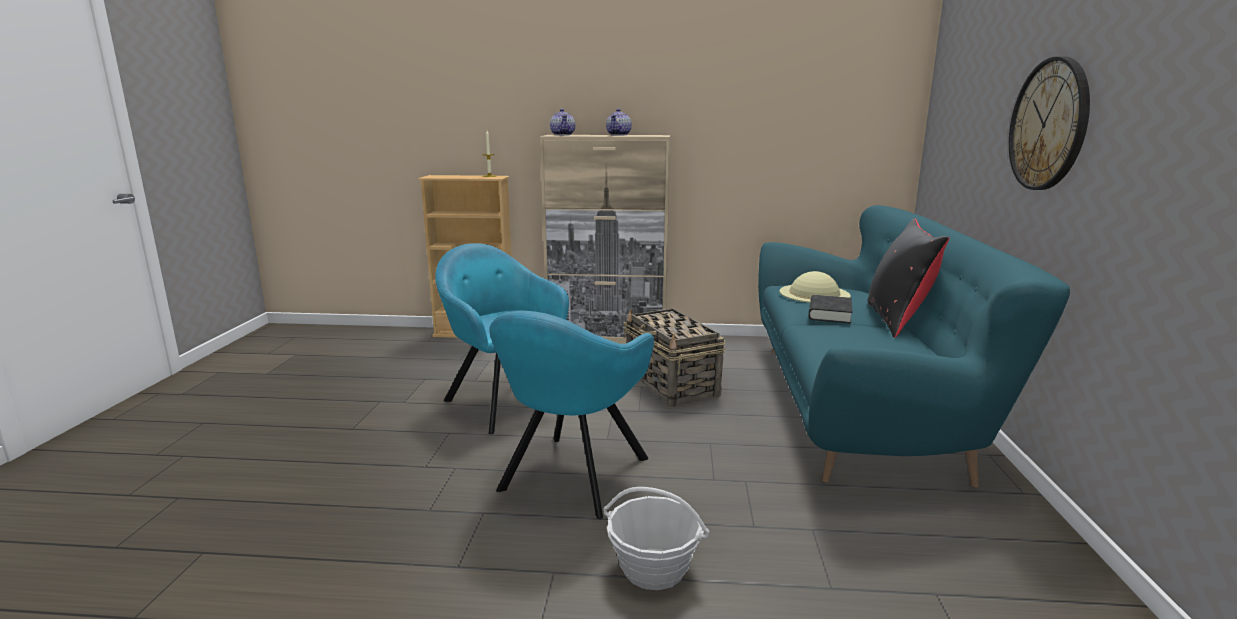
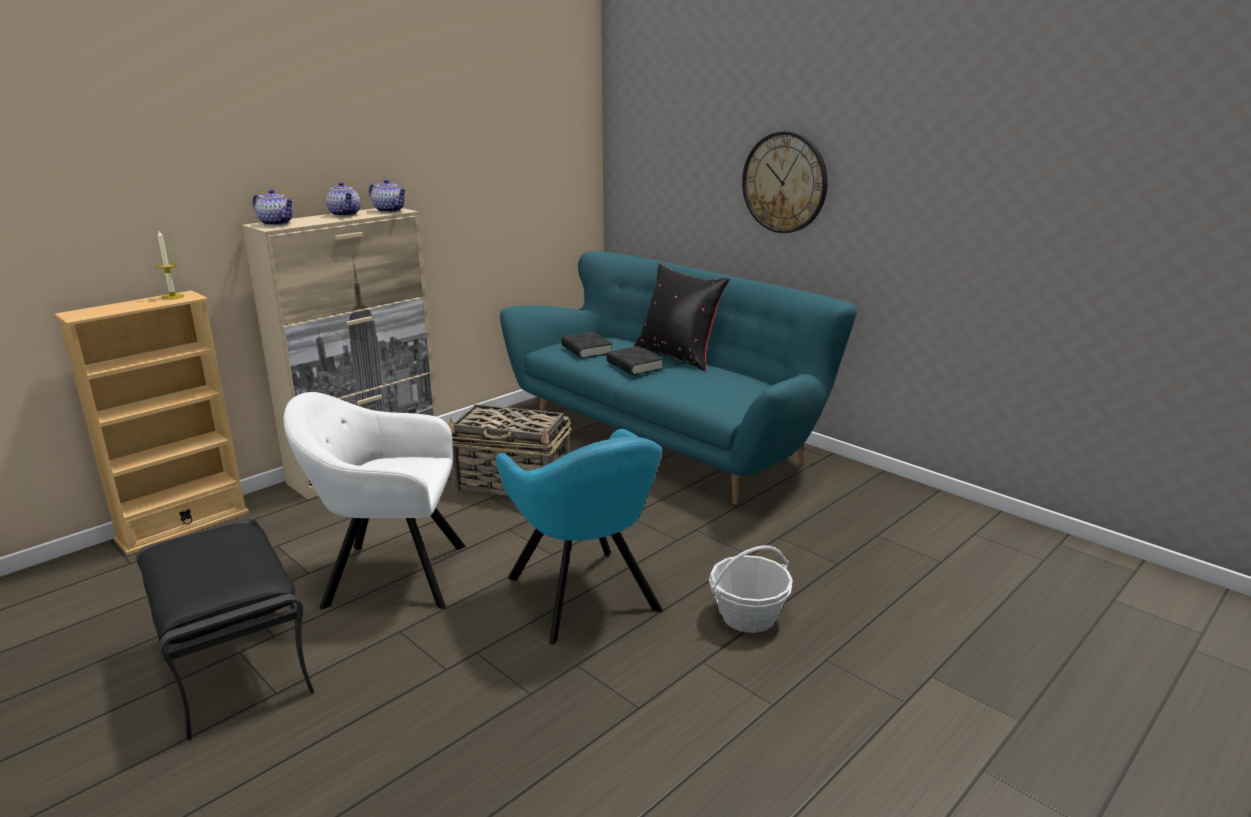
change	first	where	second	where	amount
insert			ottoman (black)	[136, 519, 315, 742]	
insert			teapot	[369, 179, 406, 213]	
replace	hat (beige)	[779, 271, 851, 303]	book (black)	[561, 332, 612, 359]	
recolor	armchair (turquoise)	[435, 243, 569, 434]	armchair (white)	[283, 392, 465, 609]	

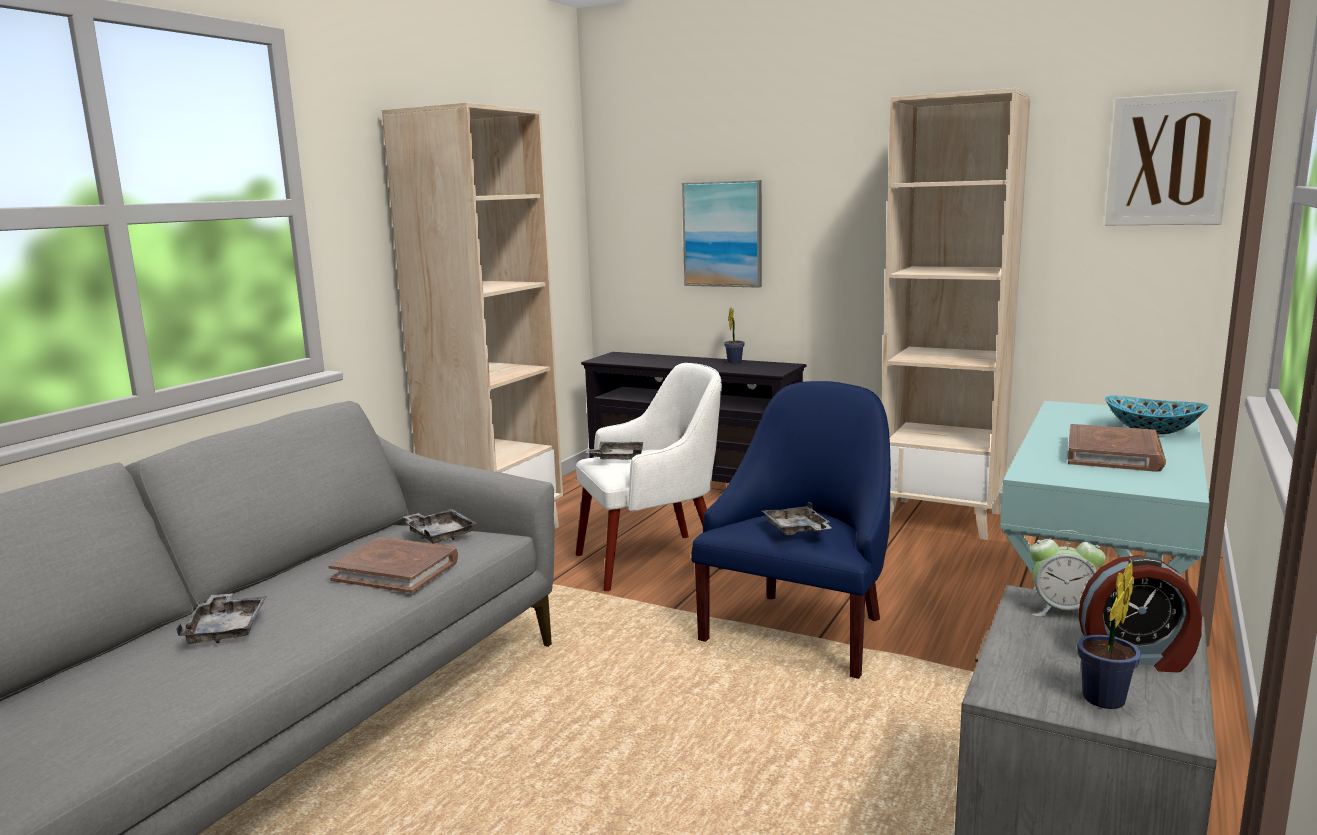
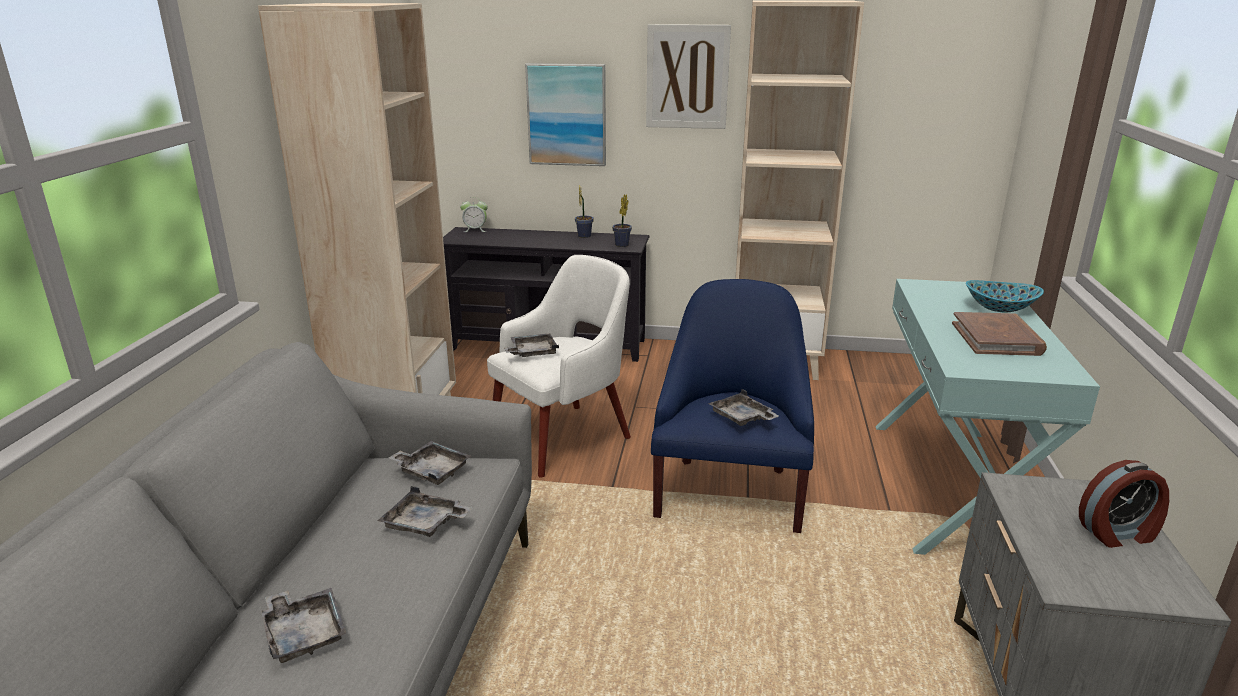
change	first	where	second	where	amount
move	alarm clock	[1030, 530, 1106, 617]		[460, 197, 488, 232]	
move	potted plant	[1077, 561, 1141, 709]		[612, 194, 632, 247]	
move	picture	[1105, 90, 1237, 225]		[646, 24, 731, 129]	
replace	book (brown)	[328, 537, 458, 593]	tray (grey)	[377, 486, 472, 537]	

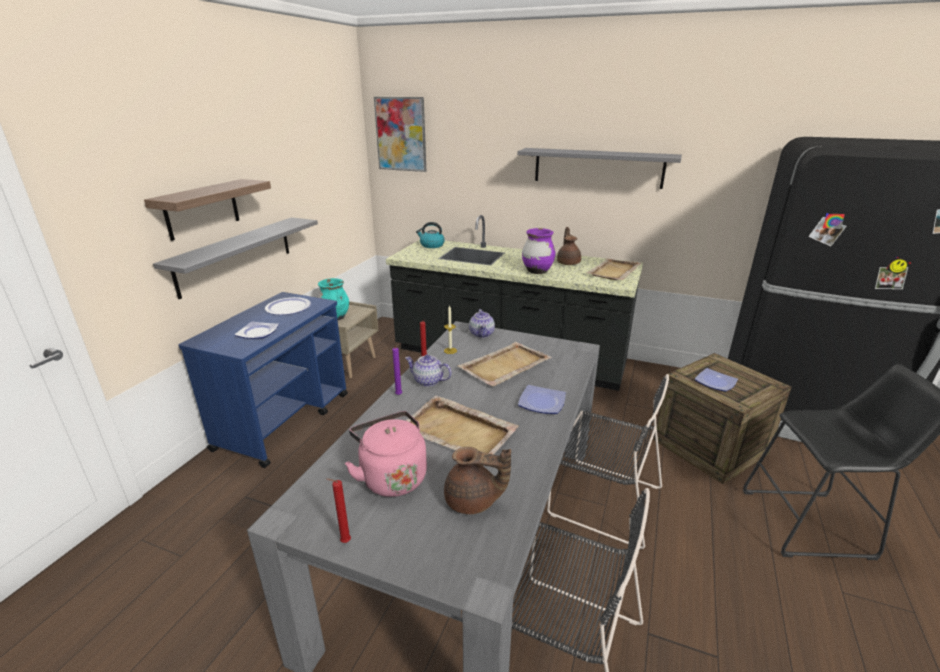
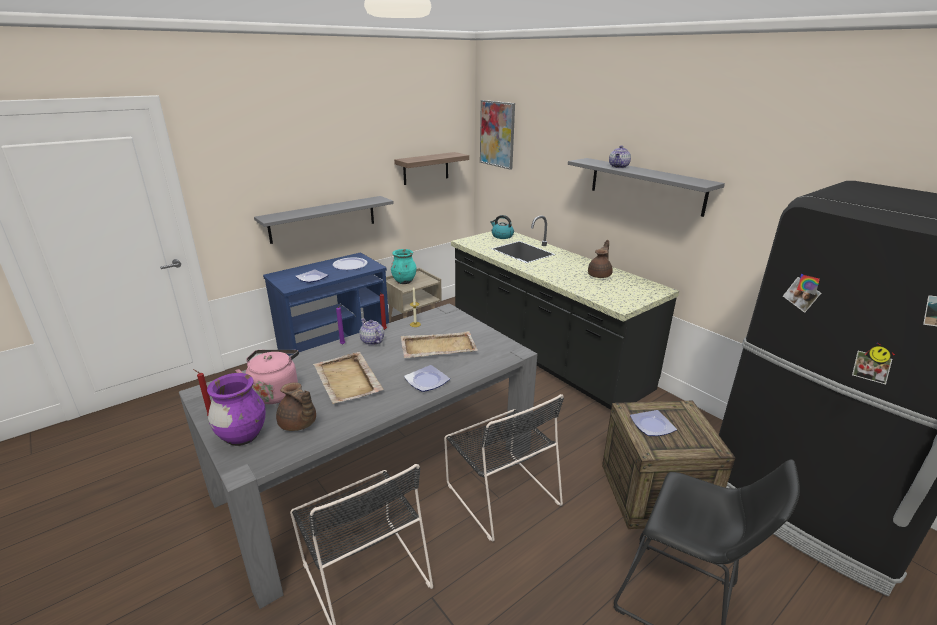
change	first	where	second	where	amount
delete	tray (beige)	[586, 258, 642, 280]			
move	shelf	[144, 179, 271, 241]		[394, 152, 469, 185]	
move	teapot	[469, 309, 495, 338]		[609, 145, 631, 168]	
move	vase (purple)	[522, 228, 556, 274]		[207, 373, 265, 446]	

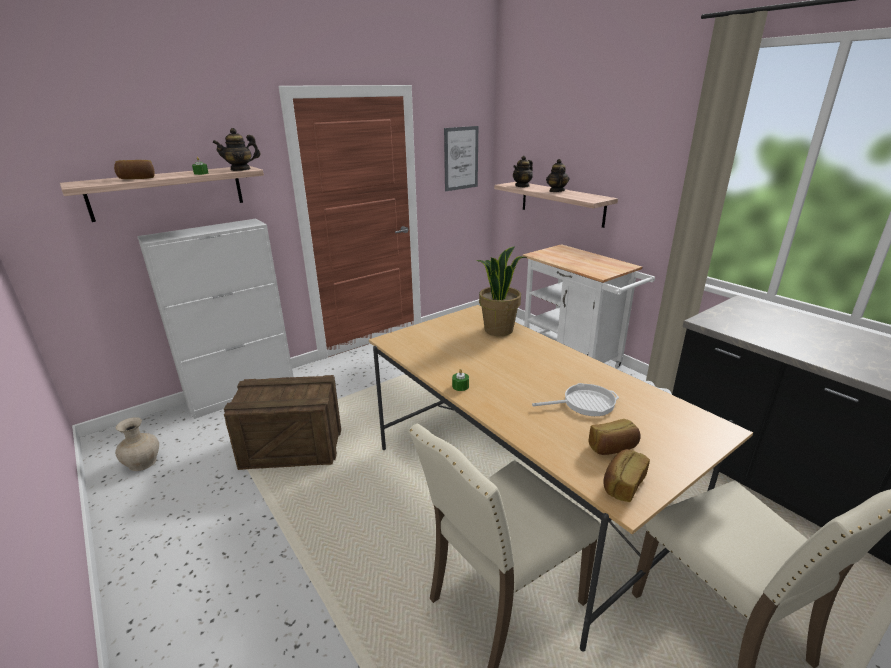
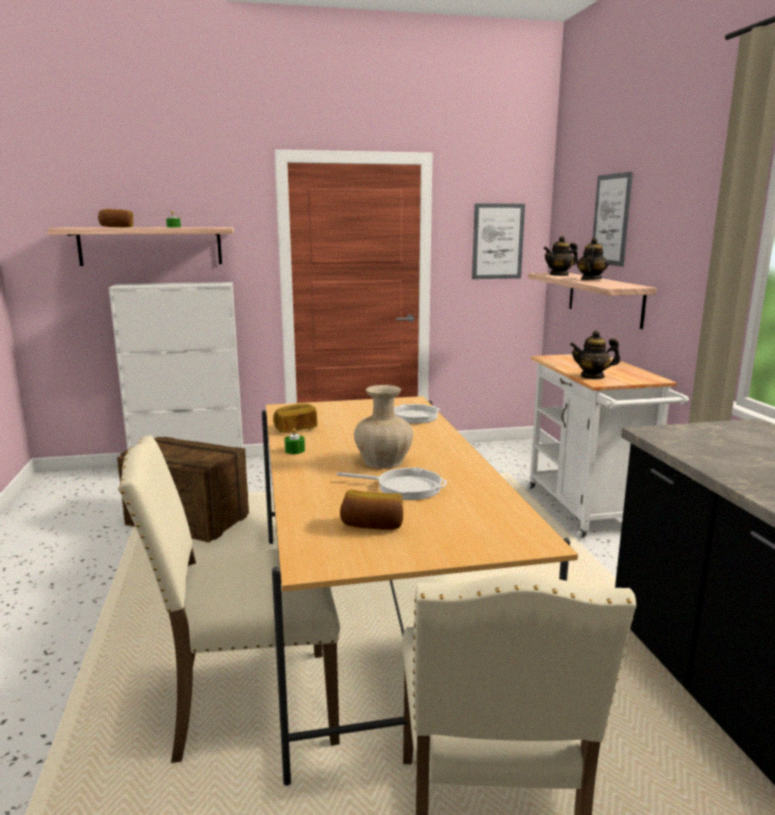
change	first	where	second	where	amount
insert			picture	[593, 172, 633, 267]	
move	vase (beige)	[115, 417, 159, 471]		[354, 385, 413, 469]	
move	teapot	[212, 128, 260, 171]		[570, 330, 620, 379]	
move	bread	[603, 449, 650, 502]		[273, 404, 317, 433]	
replace	potted plant	[476, 246, 527, 336]	frying pan	[363, 404, 440, 424]	

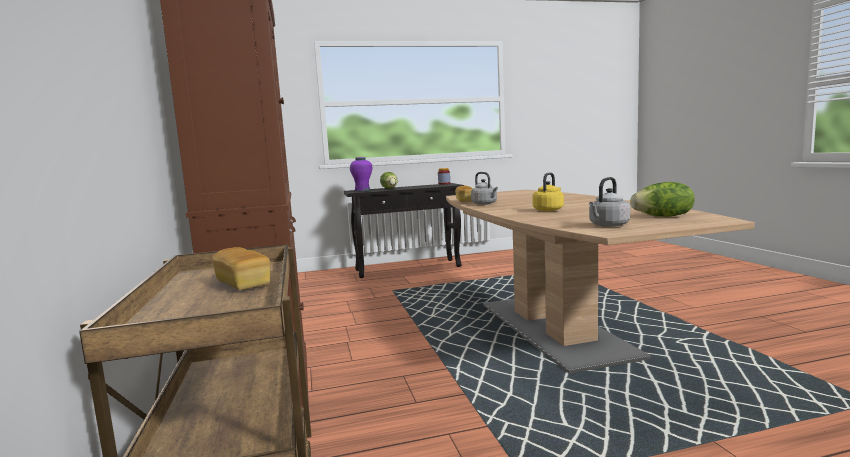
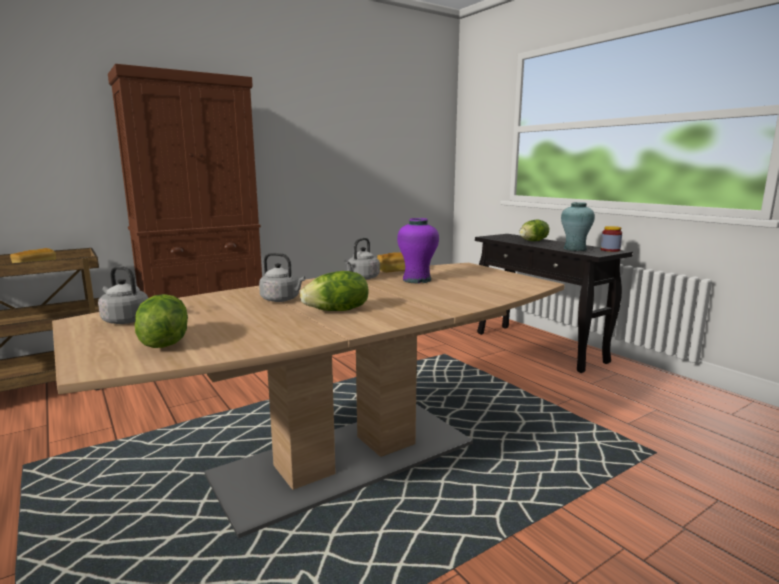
change	first	where	second	where	amount
insert			lettuce	[300, 271, 369, 311]	
insert			vase (turquoise)	[561, 202, 595, 251]	
move	vase (purple)	[350, 157, 372, 192]		[397, 218, 439, 284]	
recolor	kettle (yellow)	[532, 173, 564, 211]	kettle (grey)	[259, 253, 305, 302]	

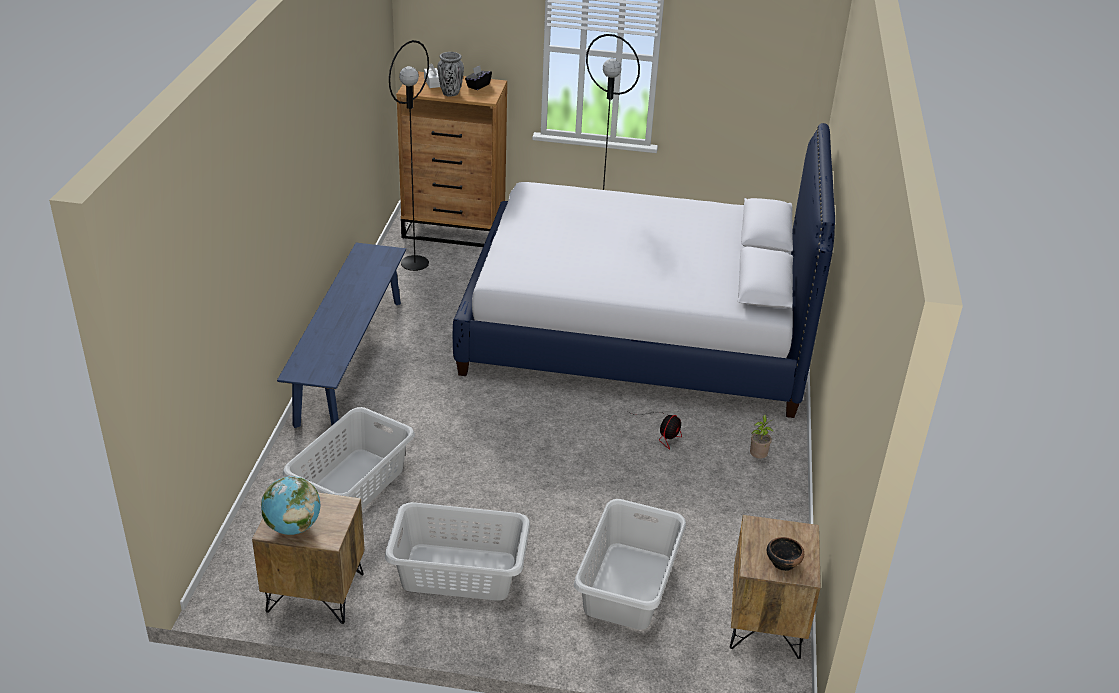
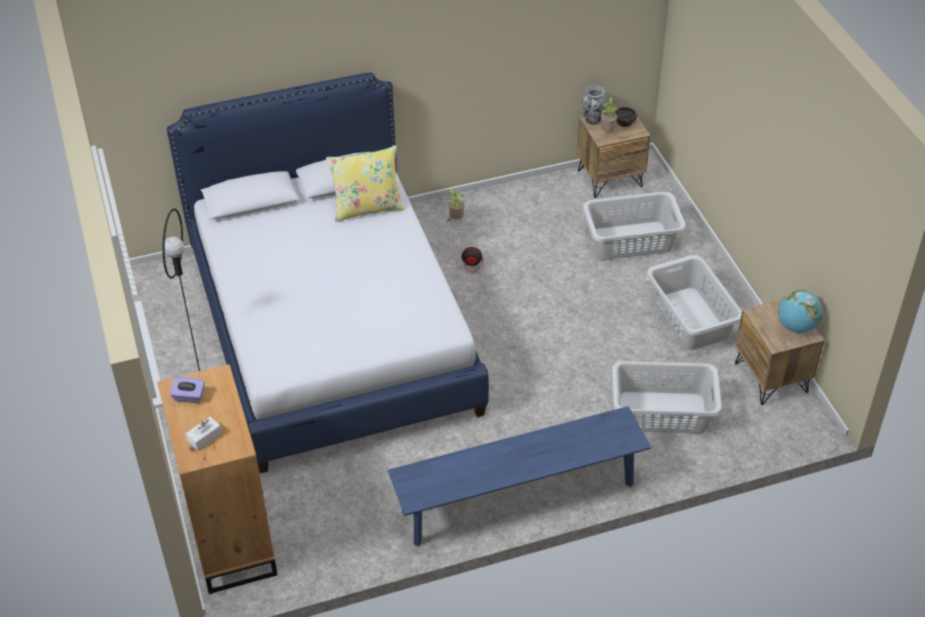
change	first	where	second	where	amount
delete	floor lamp (black)	[389, 40, 429, 271]			
insert			pillow (yellow)	[326, 145, 404, 222]	
insert			potted plant	[601, 97, 618, 132]	
move	vase	[437, 52, 464, 97]		[582, 85, 606, 125]	
recolor	tissue box (black)	[465, 65, 492, 90]	tissue box (purple)	[170, 377, 205, 403]	

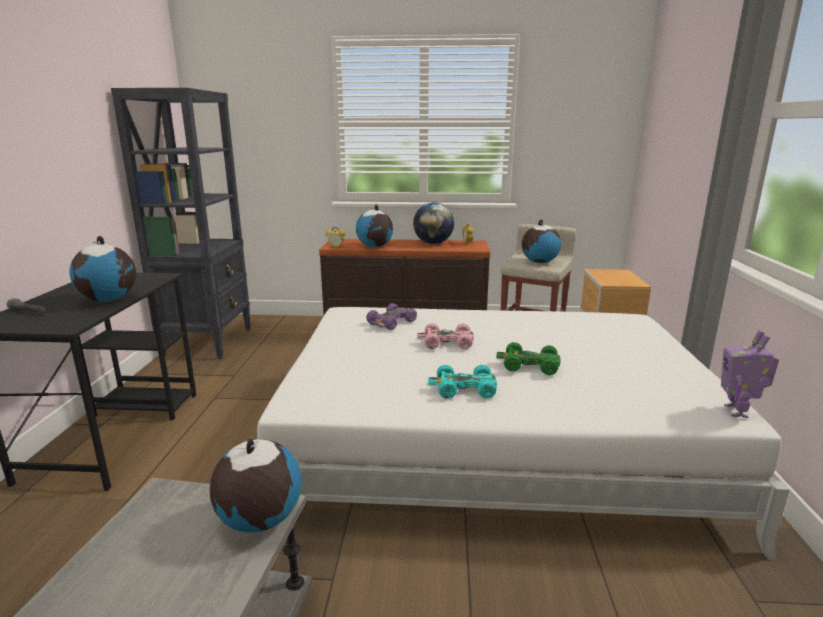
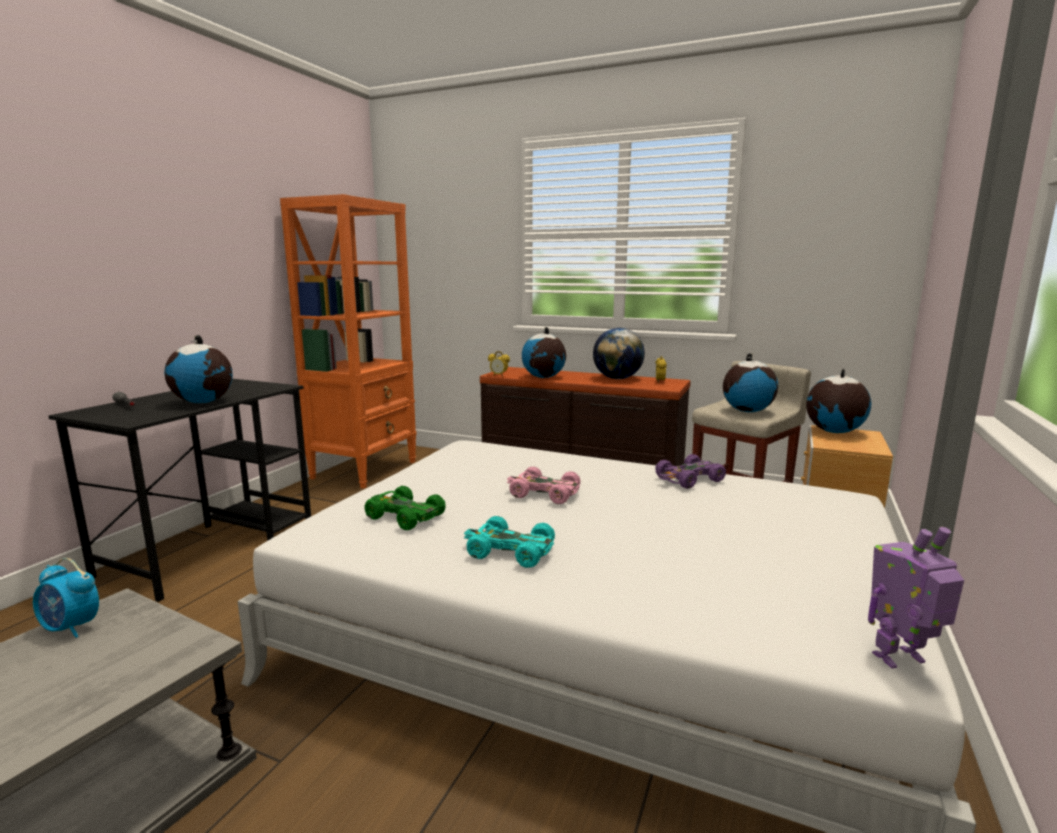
change	first	where	second	where	amount
insert			alarm clock	[33, 558, 99, 638]	
move	globe	[210, 437, 302, 533]		[806, 368, 871, 433]	
move	toy car (purple)	[366, 303, 417, 330]		[655, 454, 726, 489]	
move	toy car (green)	[496, 342, 561, 375]		[364, 486, 446, 530]	
recolor	bookcase (black)	[111, 88, 251, 359]	bookcase (orange)	[280, 194, 417, 488]	
rotate	toy robot	[721, 330, 779, 418]		[868, 527, 964, 668]	45 degrees clockwise

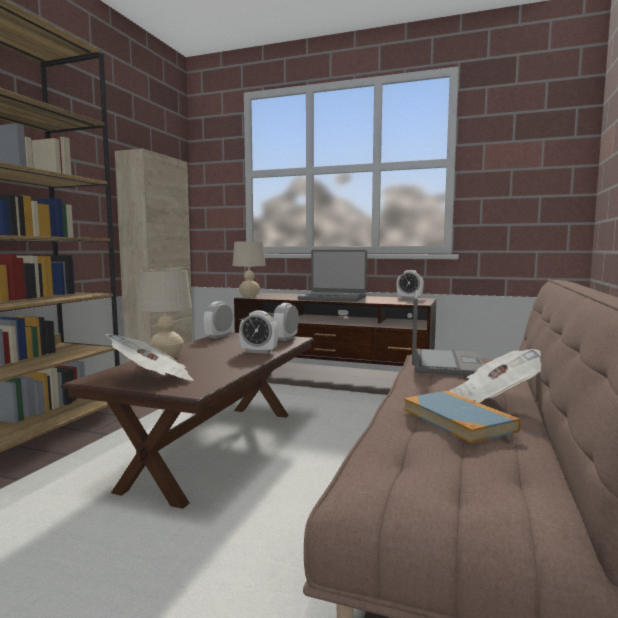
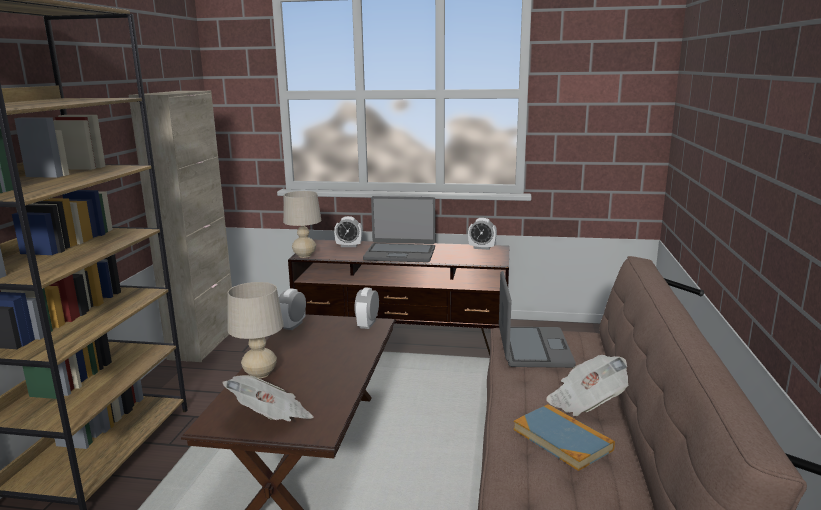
change	first	where	second	where	amount
move	alarm clock	[239, 310, 278, 354]		[334, 216, 362, 247]	

